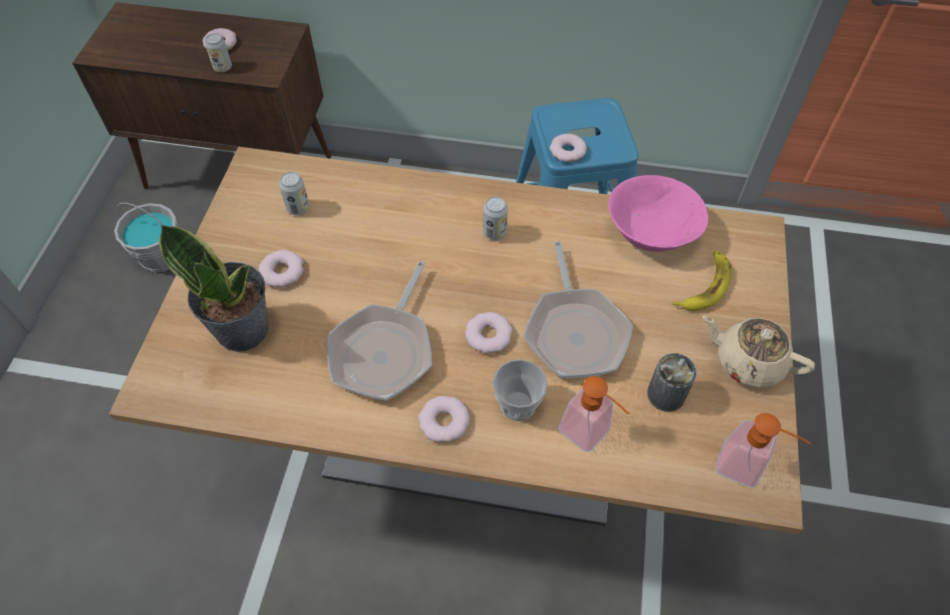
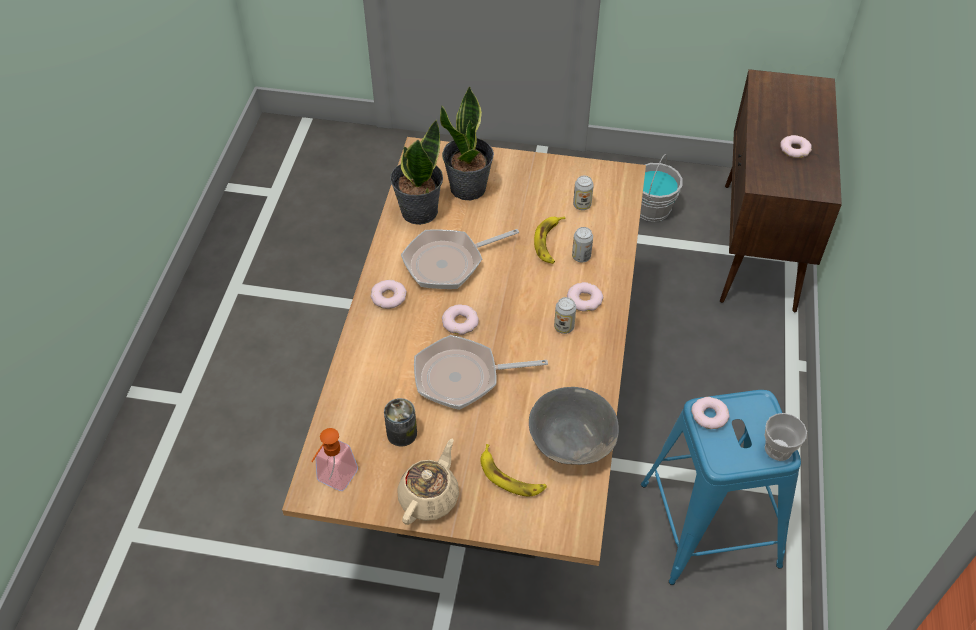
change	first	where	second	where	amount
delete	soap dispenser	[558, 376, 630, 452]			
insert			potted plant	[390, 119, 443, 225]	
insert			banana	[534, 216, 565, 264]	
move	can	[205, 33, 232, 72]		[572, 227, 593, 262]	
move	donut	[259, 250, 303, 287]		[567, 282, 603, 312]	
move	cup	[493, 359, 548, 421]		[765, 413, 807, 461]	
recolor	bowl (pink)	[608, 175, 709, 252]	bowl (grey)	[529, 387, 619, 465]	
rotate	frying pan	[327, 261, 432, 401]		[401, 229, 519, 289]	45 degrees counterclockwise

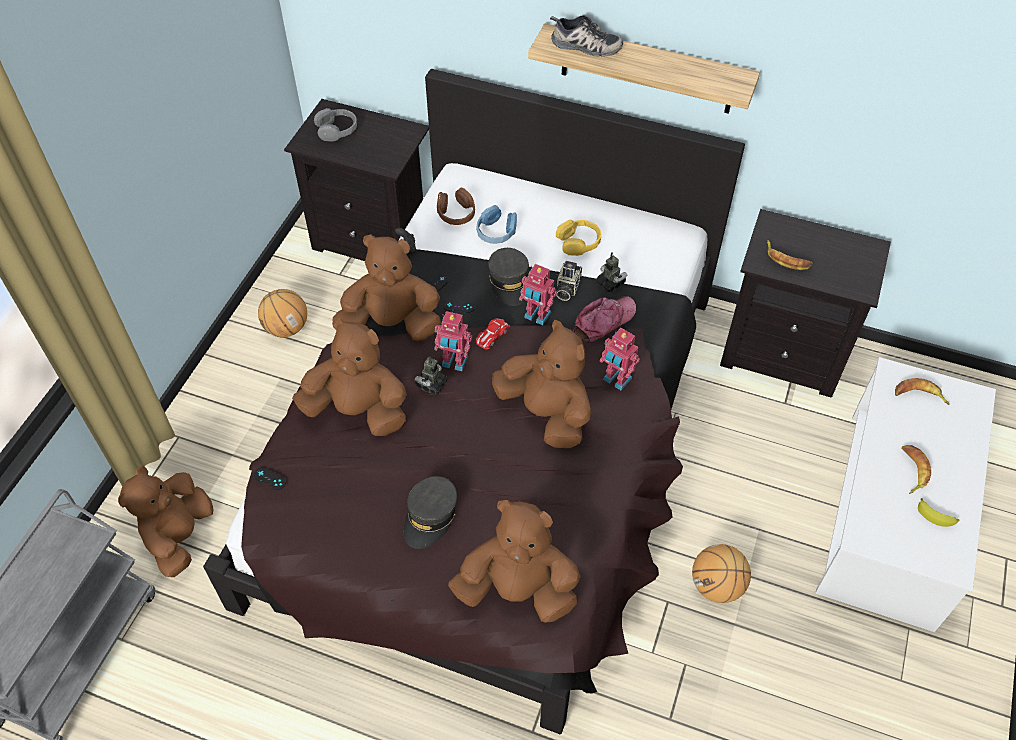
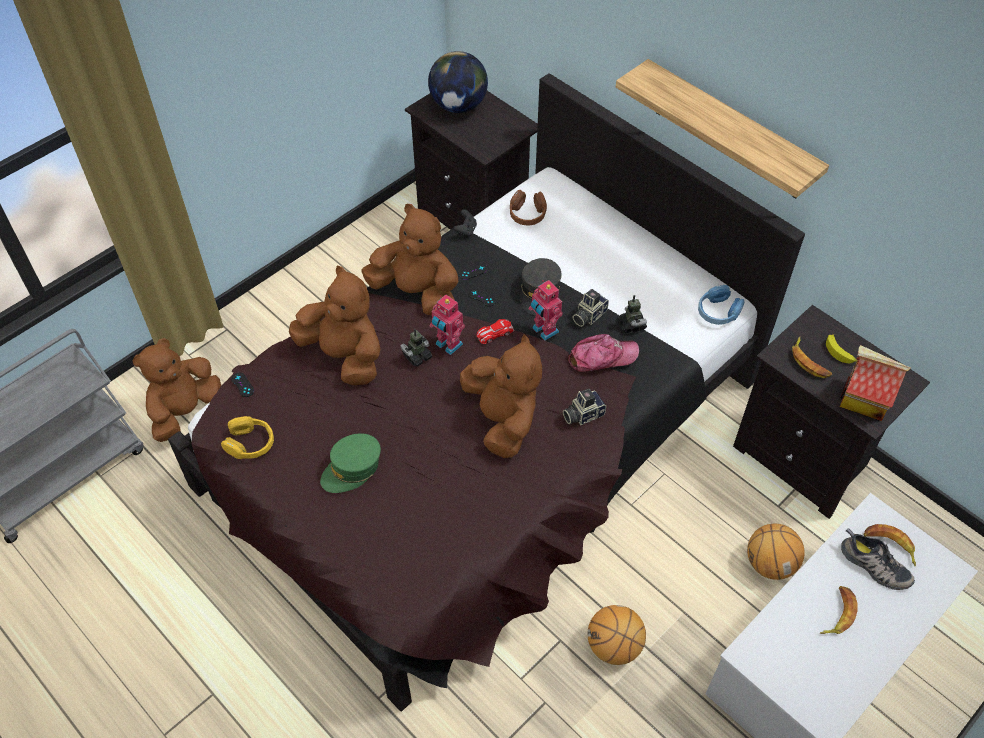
change	first	where	second	where	amount
delete	plush toy (brown)	[448, 500, 581, 623]			
insert			toy house	[840, 345, 911, 421]	
move	basketball	[258, 289, 307, 338]		[747, 524, 805, 580]	
move	headphones (blue)	[476, 205, 517, 244]		[698, 285, 744, 325]	
move	shoe	[550, 15, 623, 57]		[841, 528, 915, 590]	
move	headphones (yellow)	[556, 220, 601, 256]		[221, 416, 274, 459]	
move	banana	[918, 498, 959, 527]		[826, 334, 857, 363]	
replace	headphones (grey)	[314, 108, 357, 142]	globe	[428, 51, 488, 113]	
replace	toy robot	[600, 328, 640, 390]	photo camera	[563, 389, 606, 425]	
recolor	cap (grey)	[404, 476, 457, 549]	cap (green)	[320, 433, 381, 493]	

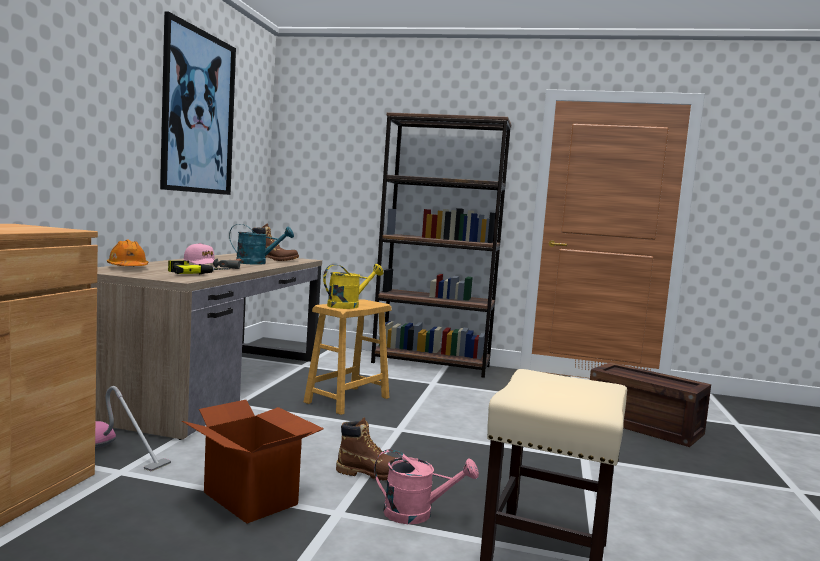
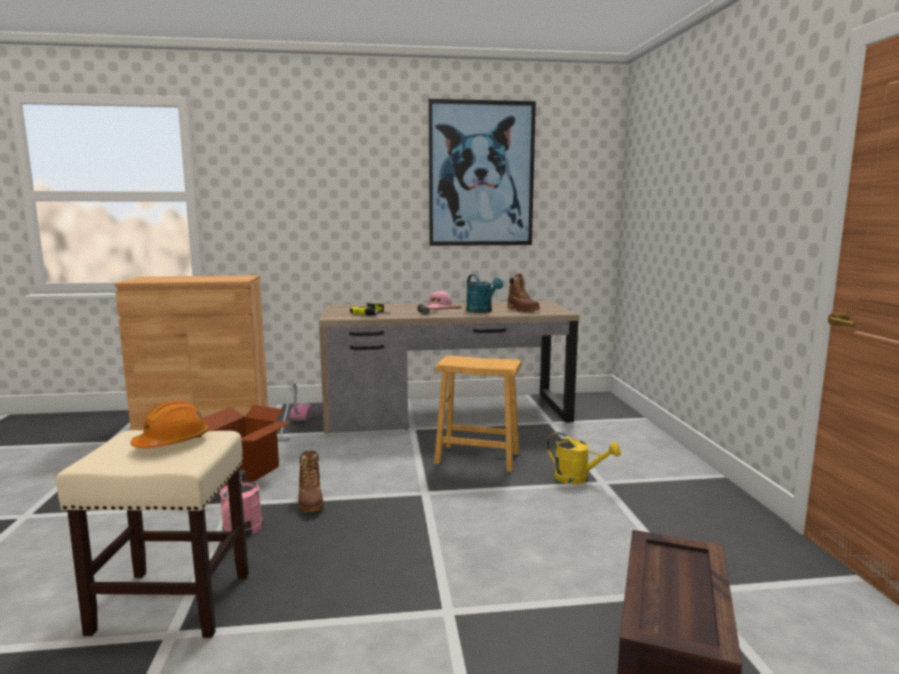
change	first	where	second	where	amount
delete	bookcase (brown)	[371, 112, 511, 378]			
move	hard hat (orange)	[107, 240, 148, 266]		[131, 401, 209, 448]	
move	watering can (yellow)	[323, 264, 383, 309]		[547, 432, 621, 484]	

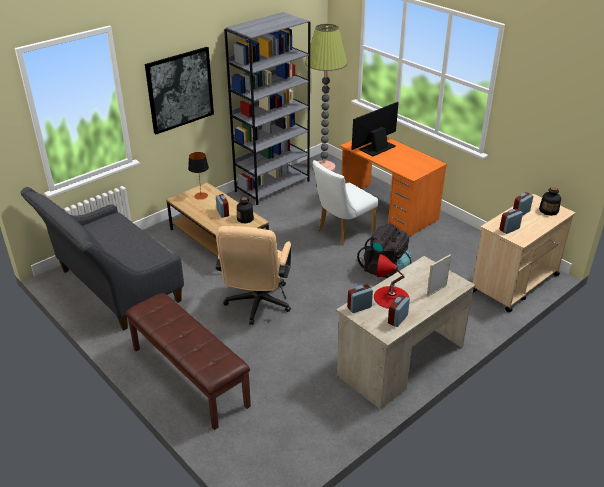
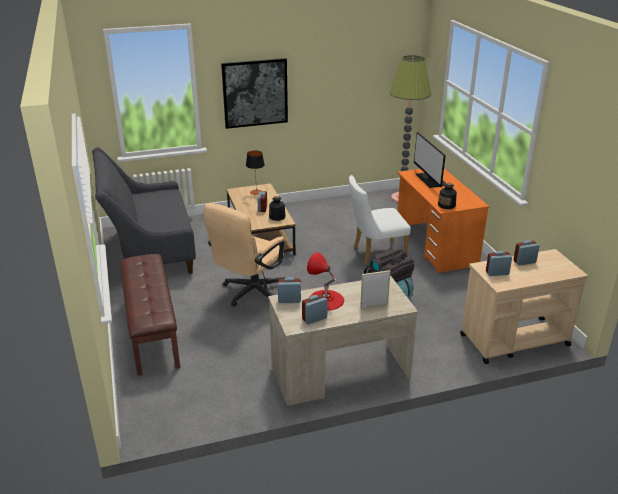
change	first	where	second	where	amount
delete	bookcase (grey)	[224, 12, 310, 205]			
move	bottle	[539, 187, 561, 216]		[438, 183, 457, 209]	
rotate	monitor	[351, 102, 399, 157]		[414, 132, 446, 188]	90 degrees counterclockwise

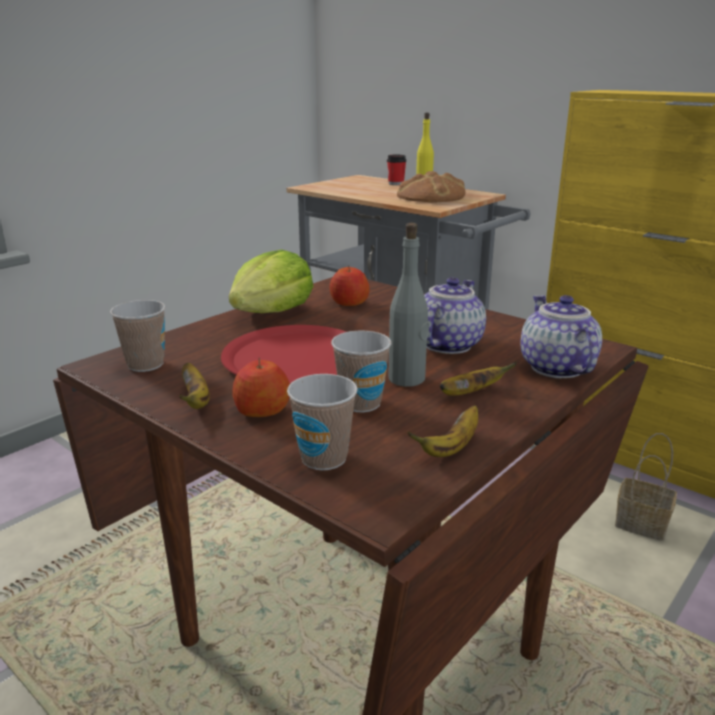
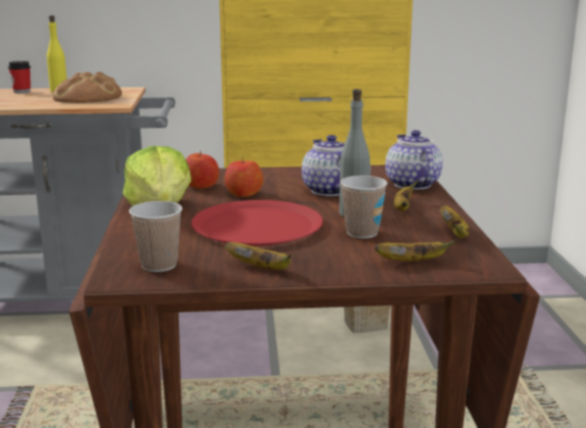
change	first	where	second	where	amount
move	apple	[233, 357, 290, 417]		[225, 157, 263, 197]	
replace	cup	[287, 374, 357, 470]	banana	[375, 239, 457, 261]	
rotate	teapot	[520, 295, 602, 378]		[385, 130, 443, 190]	45 degrees clockwise

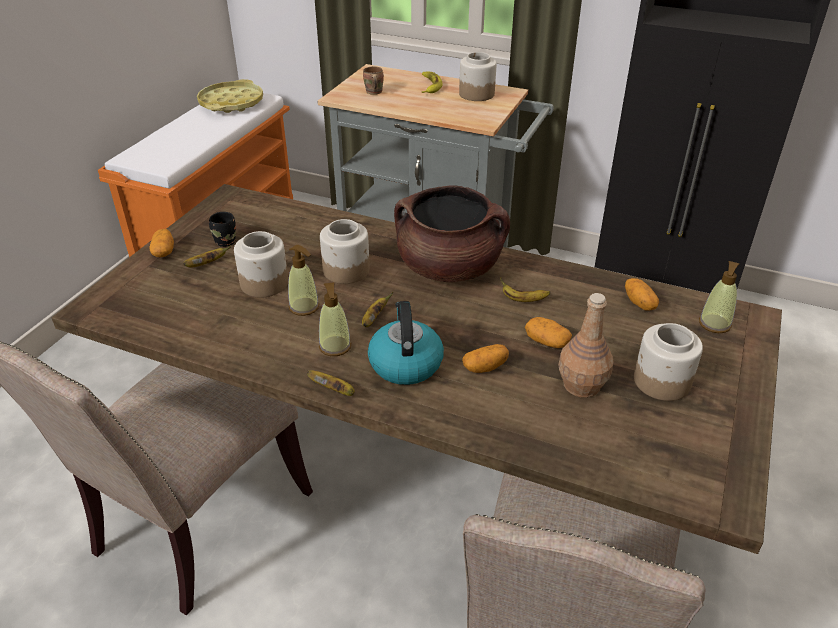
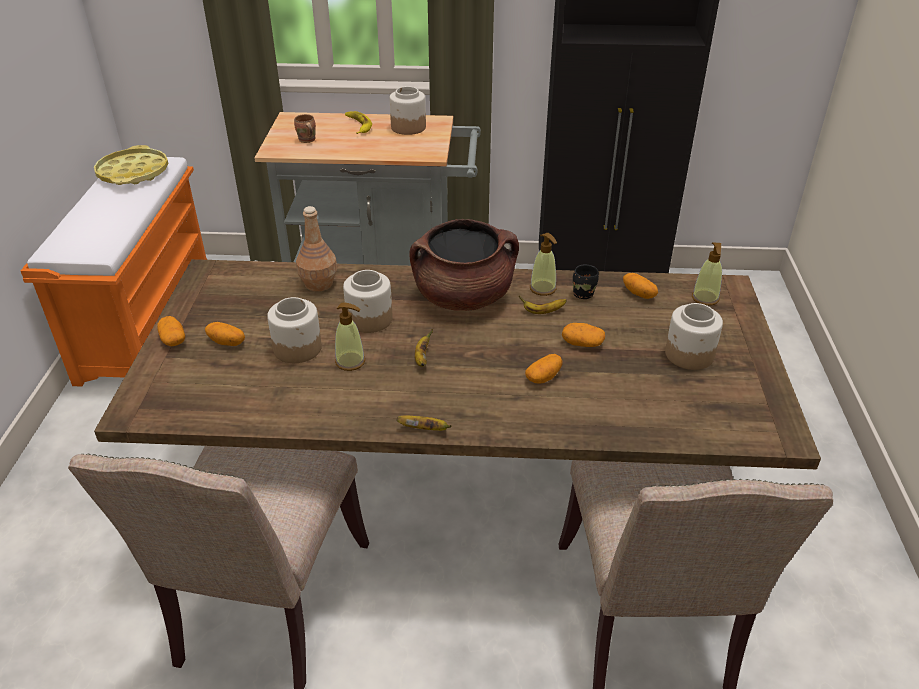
change	first	where	second	where	amount
delete	kettle	[368, 301, 444, 385]			
move	mug (black)	[209, 212, 236, 247]		[573, 265, 599, 299]	
move	soap dispenser	[319, 282, 351, 356]		[530, 233, 557, 296]	
move	bottle (brown)	[558, 293, 614, 398]		[296, 206, 337, 292]	
replace	banana	[183, 245, 231, 267]	potato	[205, 322, 245, 346]	

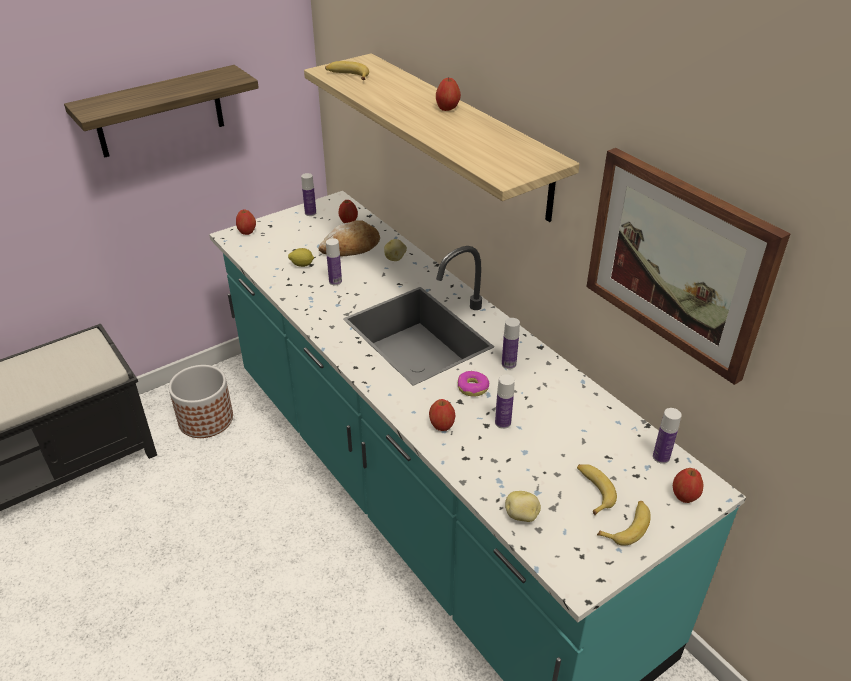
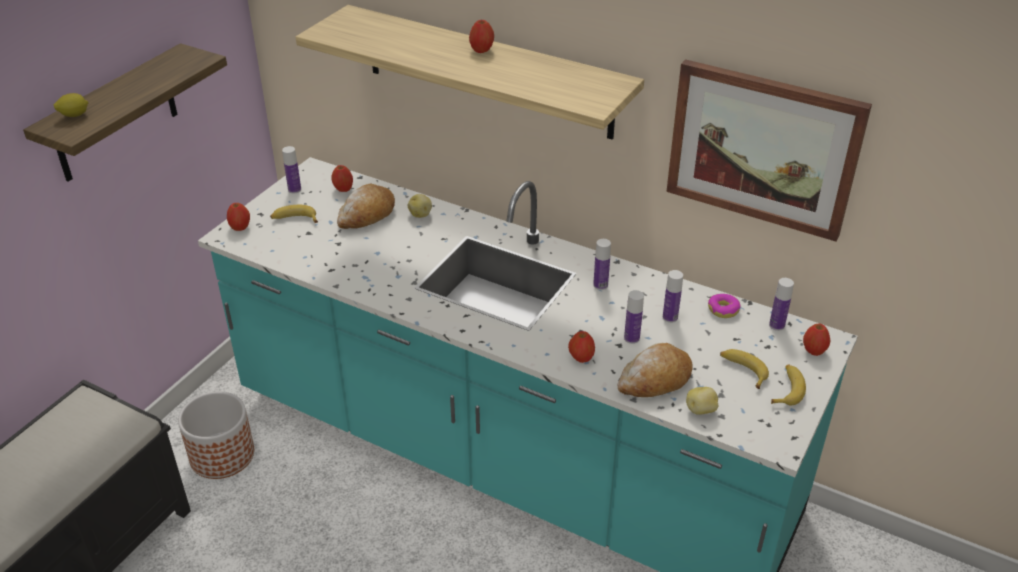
change	first	where	second	where	amount
insert			bread	[618, 343, 693, 397]	
move	lemon	[288, 248, 314, 267]		[54, 93, 88, 117]	
move	banana	[325, 61, 369, 80]		[270, 205, 318, 223]	
move	bottle	[326, 238, 342, 285]		[663, 270, 683, 323]	
move	donut	[458, 371, 489, 397]		[708, 294, 741, 318]	

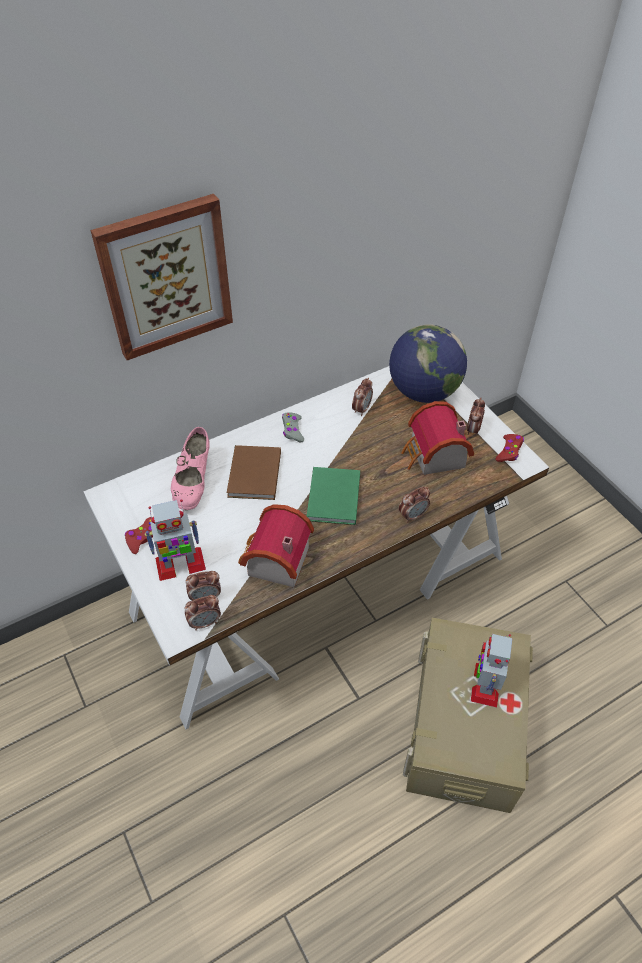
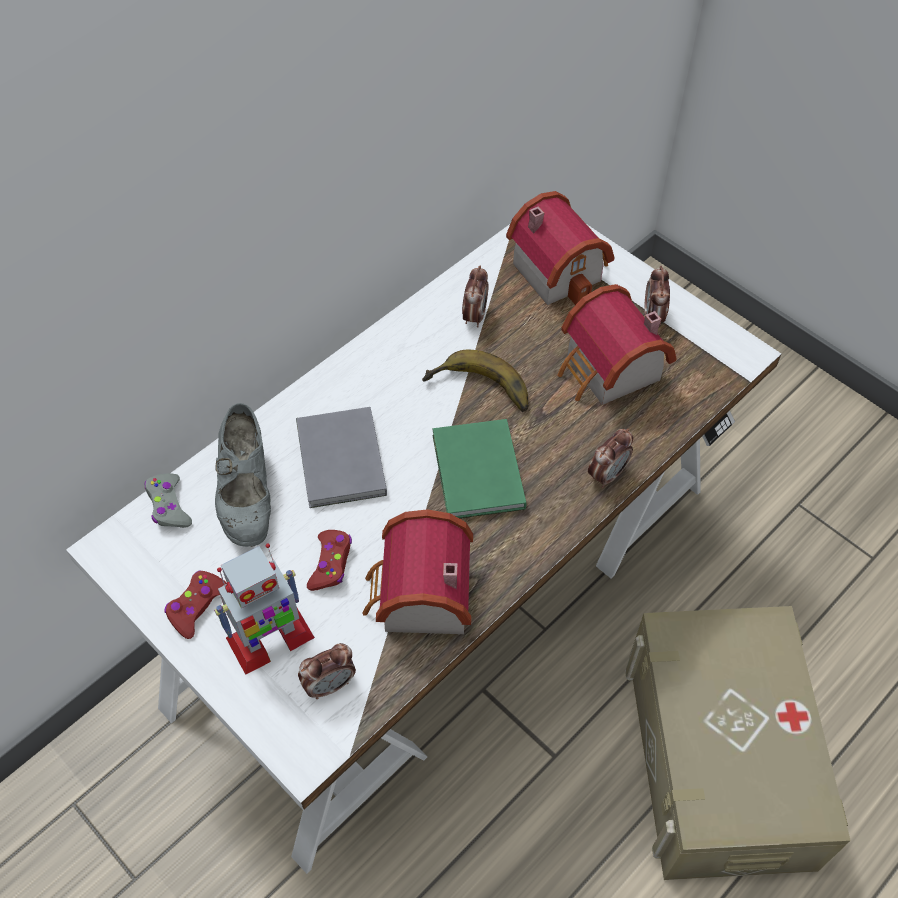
change	first	where	second	where	amount
delete	picture	[90, 194, 233, 360]			
delete	alarm clock	[185, 595, 221, 630]			
delete	toy robot	[471, 634, 512, 708]			
insert			banana	[422, 350, 528, 412]	
move	game controller (grey)	[282, 412, 304, 442]		[144, 473, 192, 528]	
move	game controller (red)	[496, 434, 524, 462]		[307, 530, 352, 591]	
replace	globe	[389, 324, 467, 403]	toy house	[506, 191, 614, 305]	
recolor	shoe (pink)	[170, 427, 210, 510]	shoe (grey)	[215, 403, 271, 547]	
recolor	book (brown)	[227, 445, 281, 500]	book (grey)	[296, 407, 387, 508]	

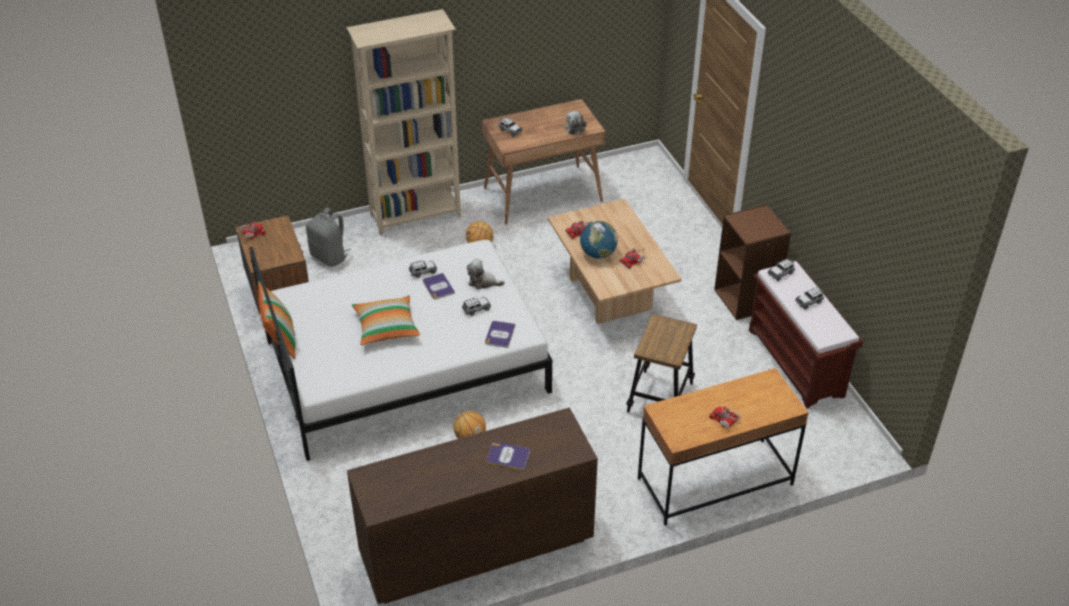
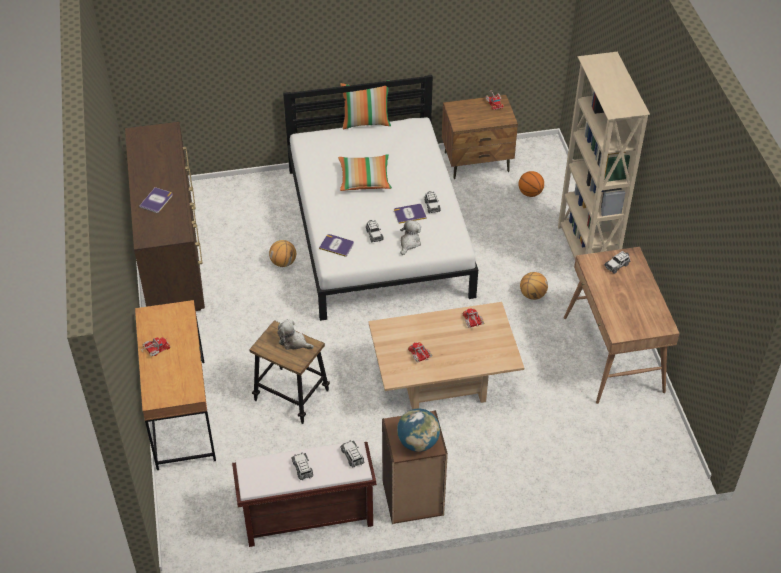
change	first	where	second	where	amount
move	plush toy	[565, 111, 587, 135]		[277, 319, 314, 350]	
move	globe	[580, 221, 618, 259]		[397, 409, 440, 452]	
replace	backpack (grey)	[306, 208, 351, 267]	basketball	[519, 171, 544, 197]	

